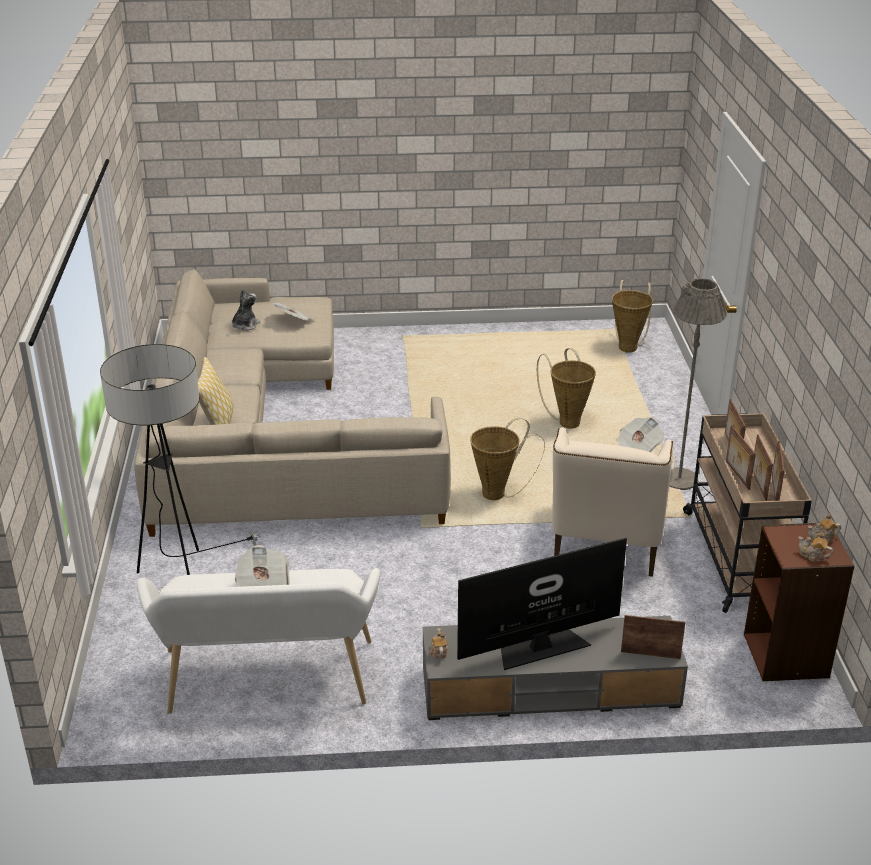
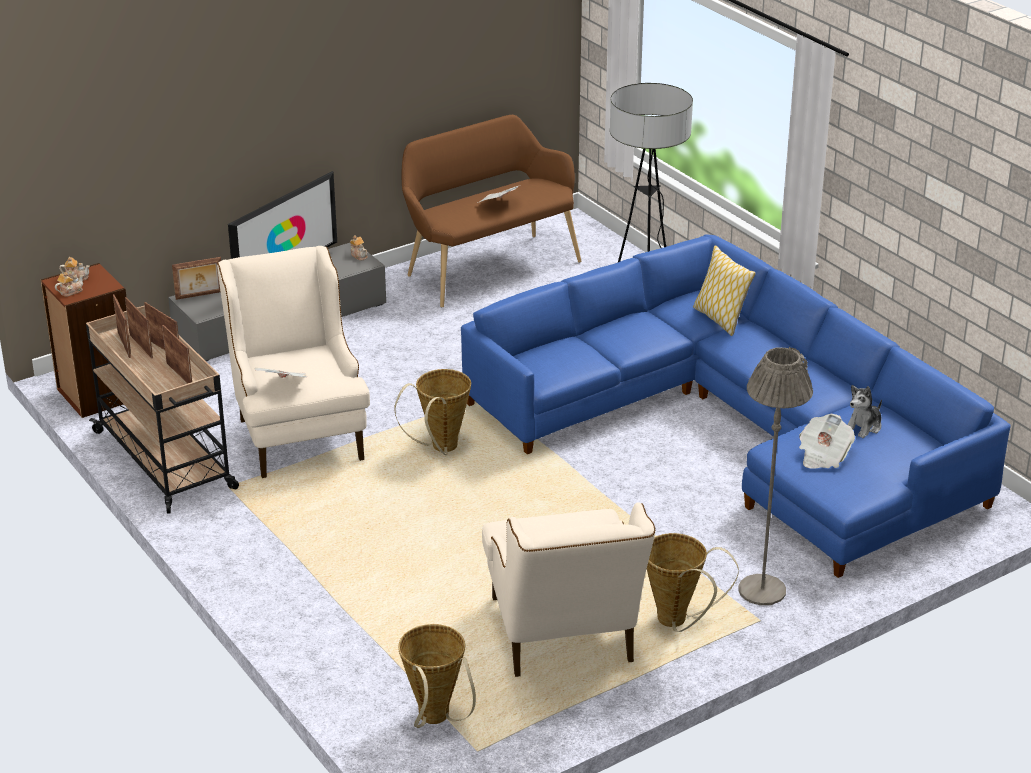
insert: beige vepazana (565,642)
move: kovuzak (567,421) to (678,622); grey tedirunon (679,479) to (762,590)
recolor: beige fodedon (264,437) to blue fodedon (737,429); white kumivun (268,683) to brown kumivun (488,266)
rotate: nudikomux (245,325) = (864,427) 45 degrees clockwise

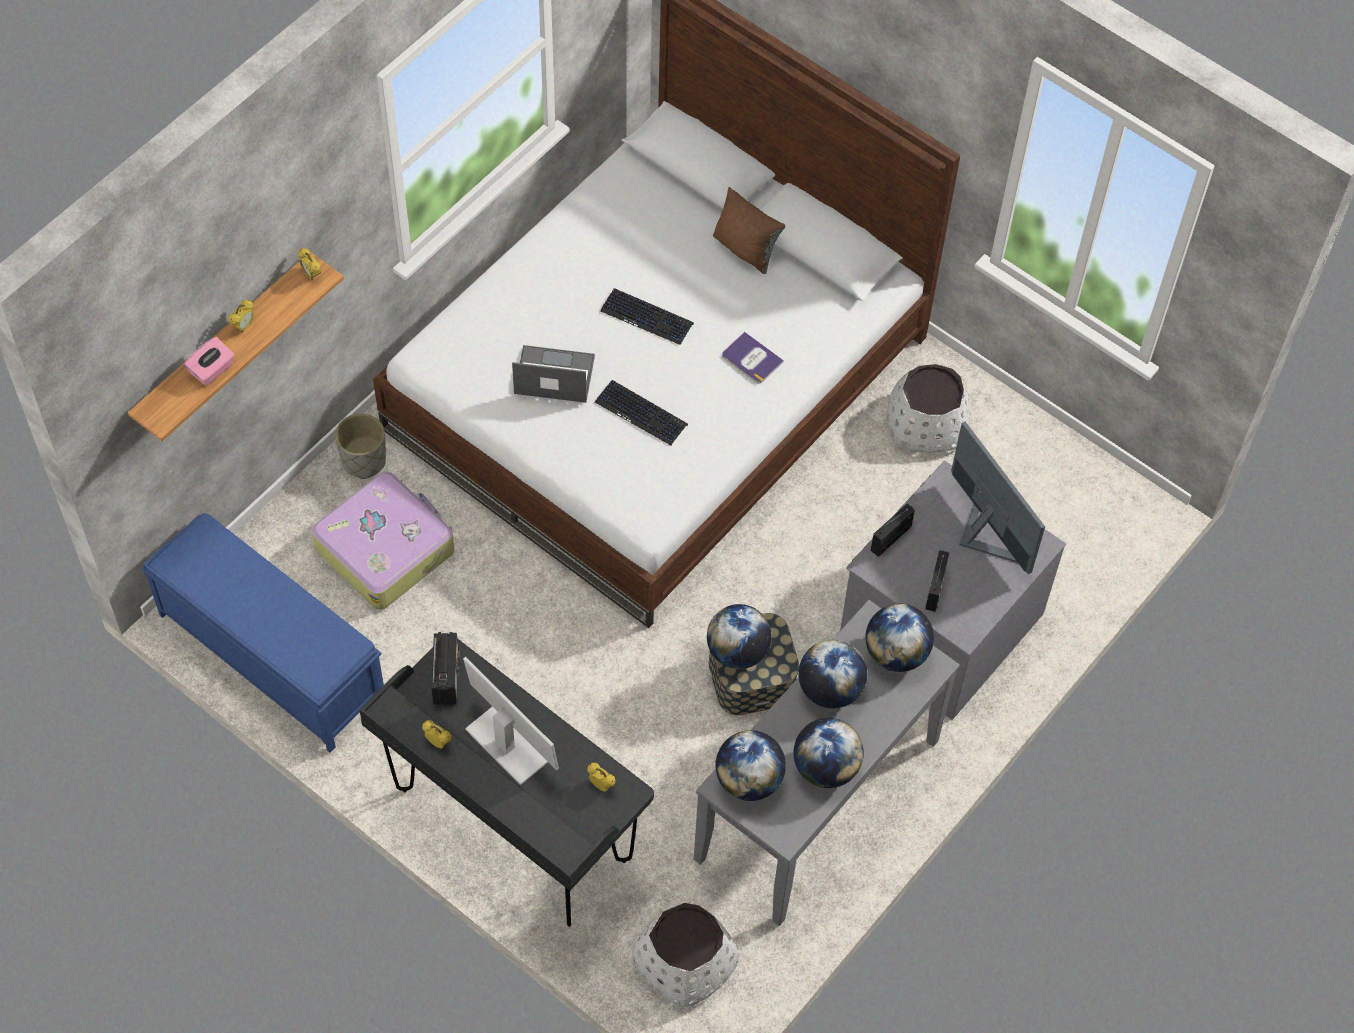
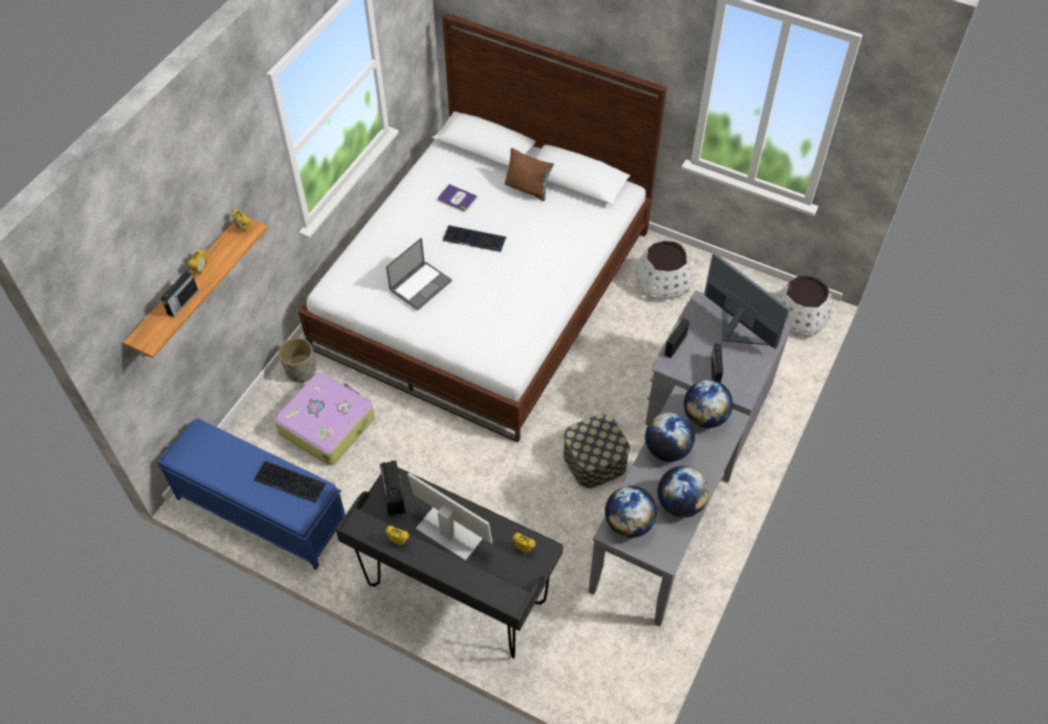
delete: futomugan (737,651)
move: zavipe (641,413) to (290,482); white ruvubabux (685,961) to (799,316); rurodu (751,359) to (457,198)
replace: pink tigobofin (212,370) to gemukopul (182,303)
rotate: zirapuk (553,375) = (421,285) 135 degrees clockwise

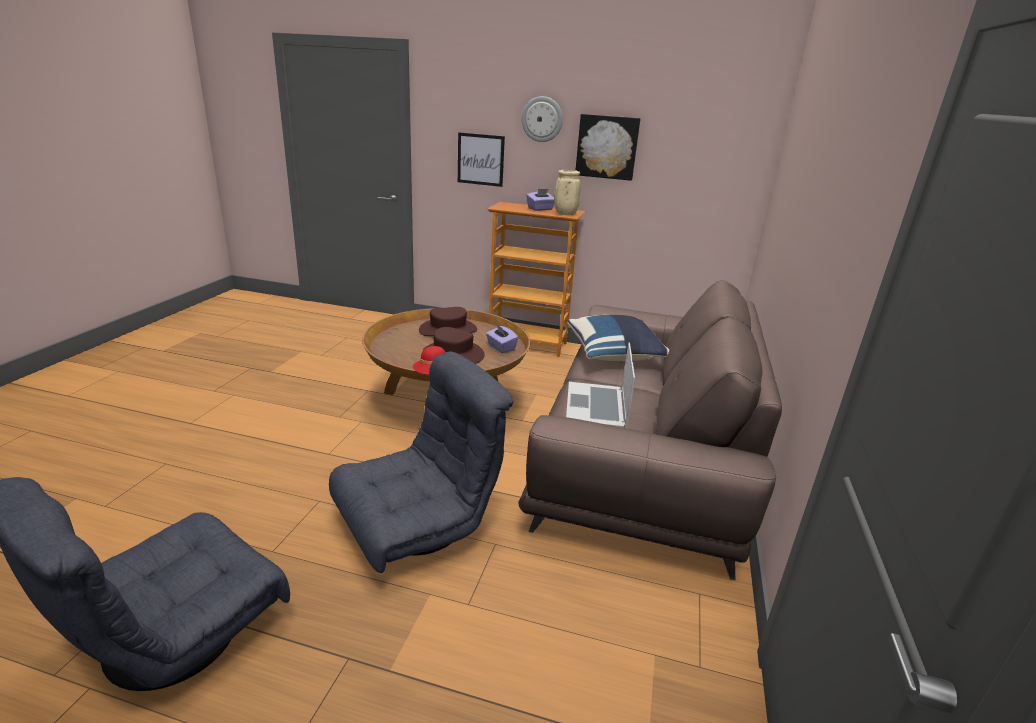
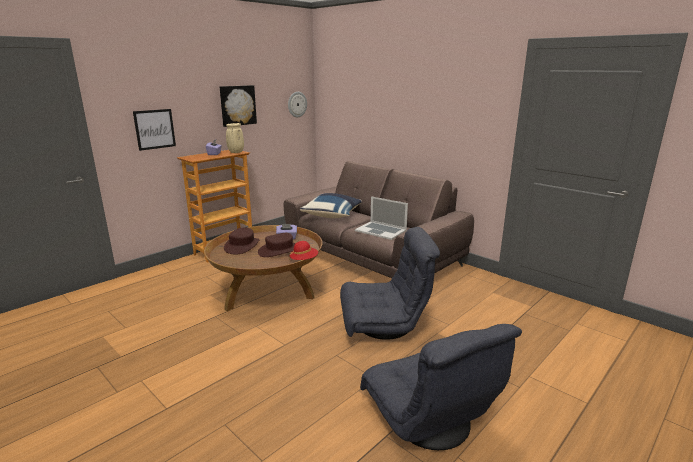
move: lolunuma (542,119) to (297,104)
rotate: grey vepazana (419,526) = (384,326) 90 degrees clockwise

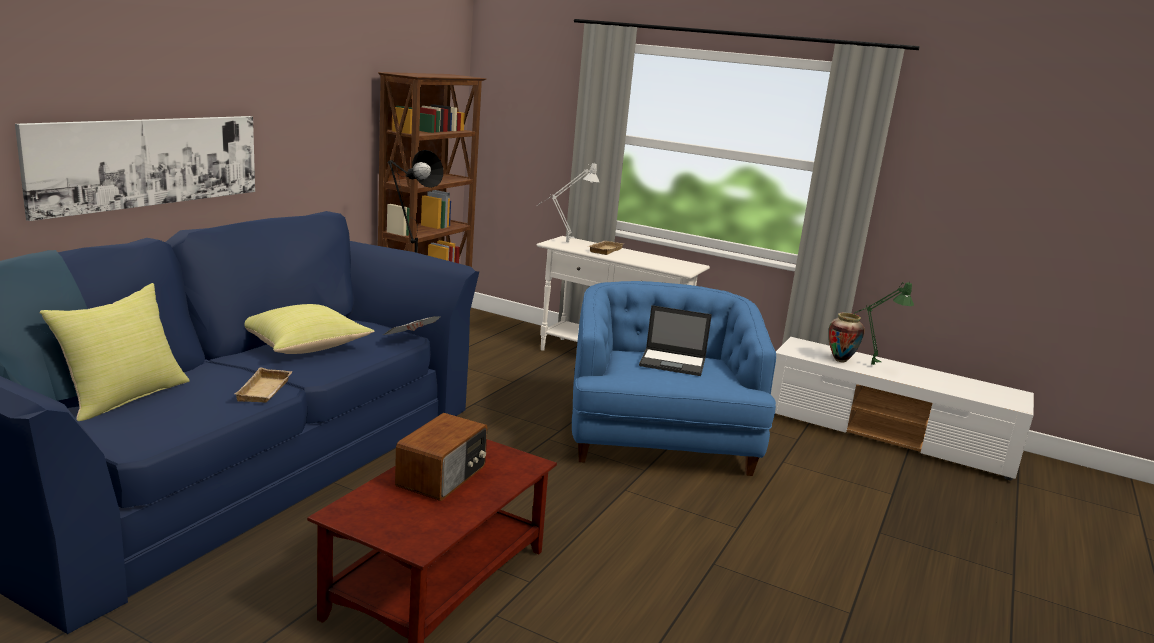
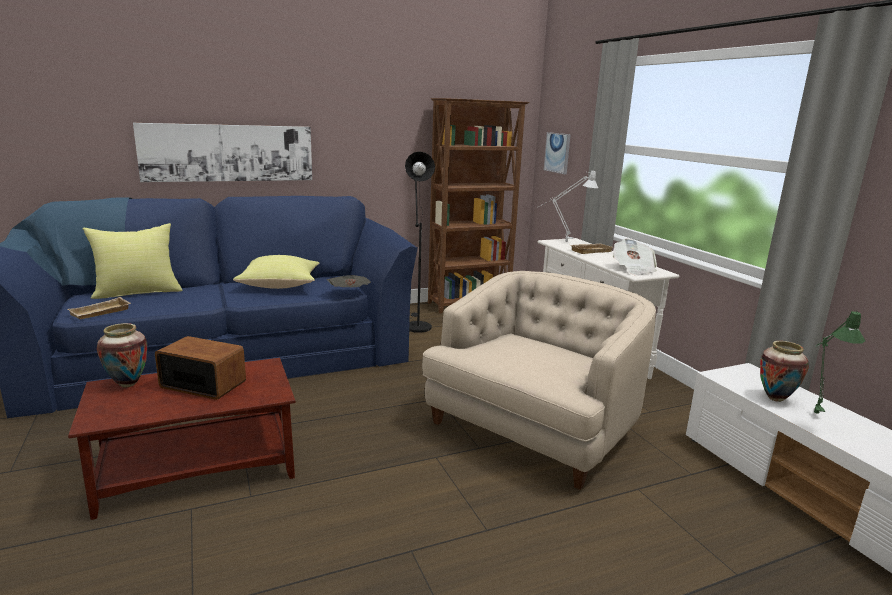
delete: zirapuk (673,363)
insert: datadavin (127,384); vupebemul (557,153); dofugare (633,269)
move: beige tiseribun (266,391) to (100,313)
recolor: blue vepazana (659,440) to beige vepazana (533,428)
rotate: gemukopul (443,476) = (203,384) 135 degrees counterclockwise

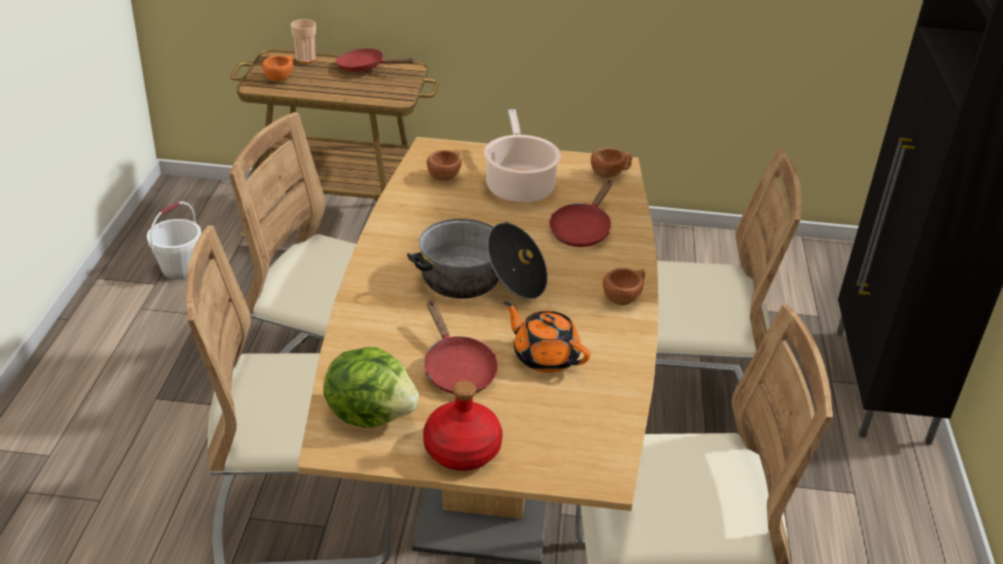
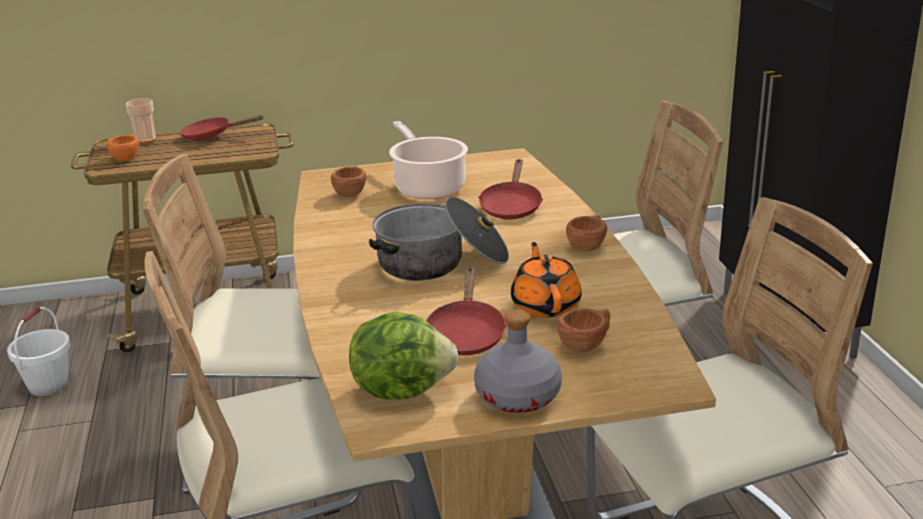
move: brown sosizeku (611,174) to (587,345)
recolor: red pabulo (462,450) to grey pabulo (518,397)
rotate: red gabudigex (456,369) = (466,334) 45 degrees clockwise; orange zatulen (544,356) = (545,305) 60 degrees clockwise

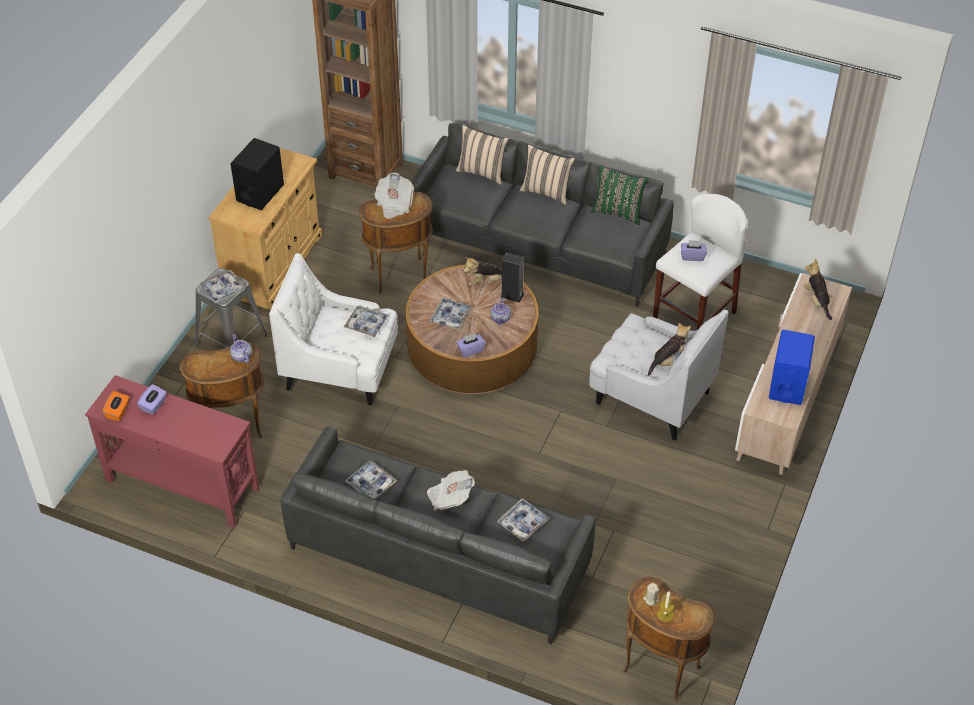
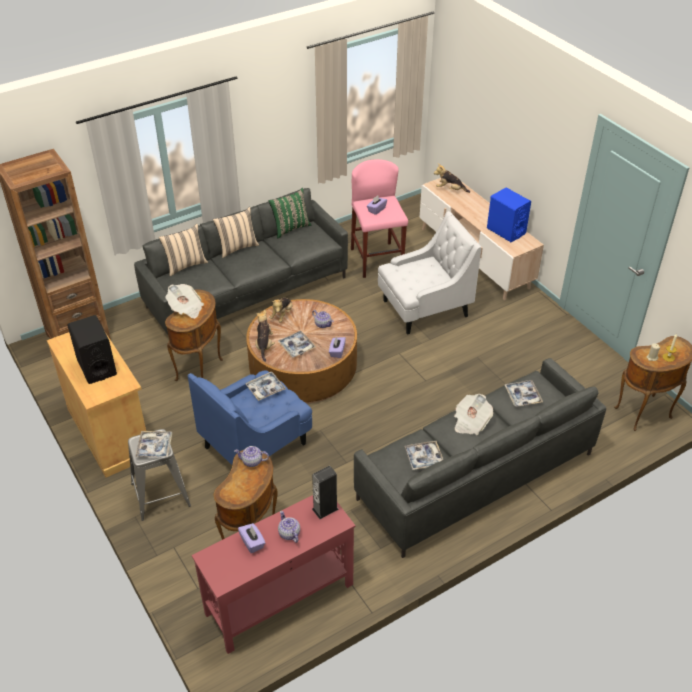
delete: orange tigobofin (118,412)
insert: zatulen (289,533)
move: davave (512,295) to (325,509); nudikomux (669,361) to (264,345)
recolor: white vepazana (340,371) to blue vepazana (256,445); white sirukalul (694,317) to pink sirukalul (376,260)

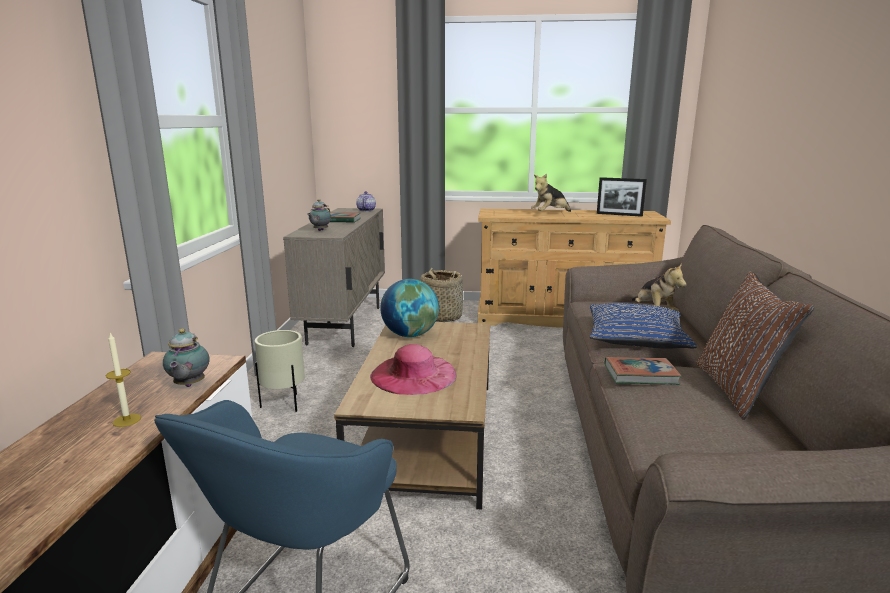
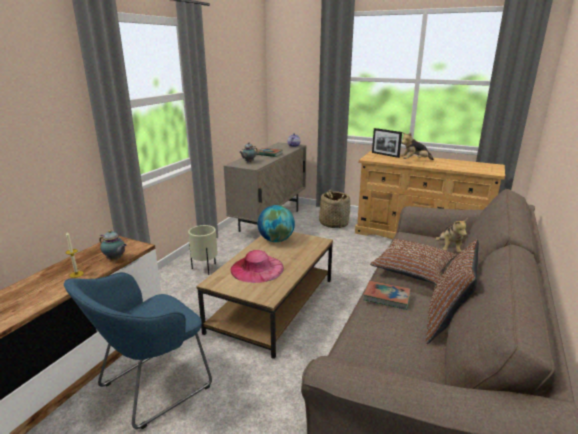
move: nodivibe (619,214) to (385,155)
recolor: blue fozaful (636,337) to brown fozaful (413,268)
rotate: zatulen (188,385) = (115,259) 75 degrees counterclockwise

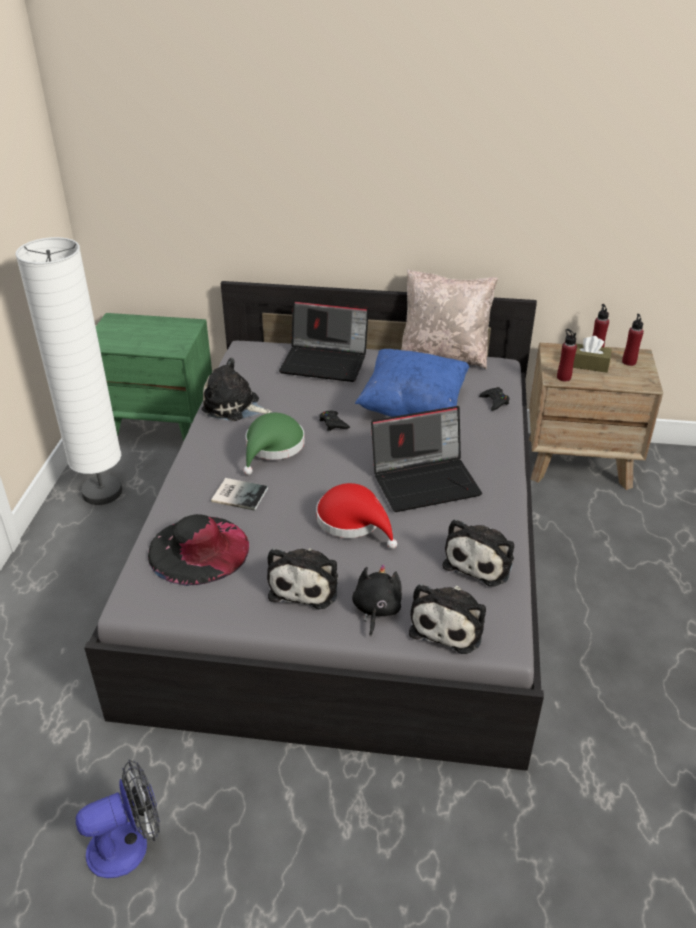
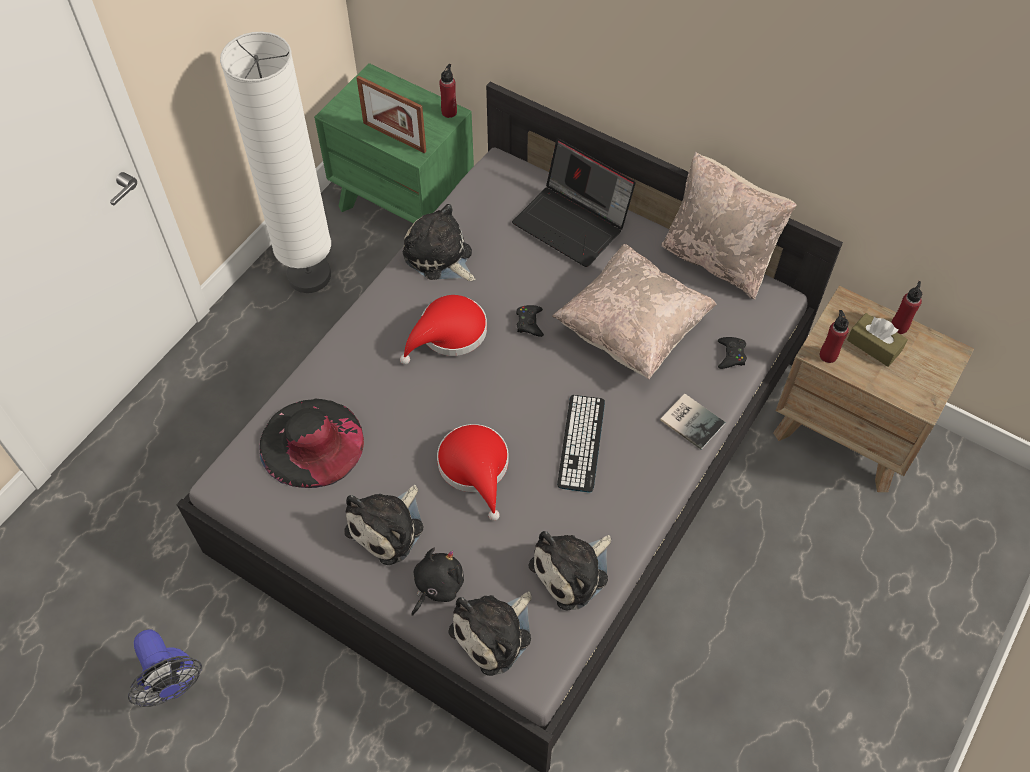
insert: nodivibe (394,137)
move: rurodu (239,494) to (692,420); red pabulo (629,362) to (449,112)
replace: zirapuk (426,481) to zavipe (581,443)
recolor: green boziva (272,447) to red boziva (448,334); blue fozaful (413,407) to beige fozaful (632,329)
rotate: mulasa (128,844) = (172,683) 60 degrees clockwise

